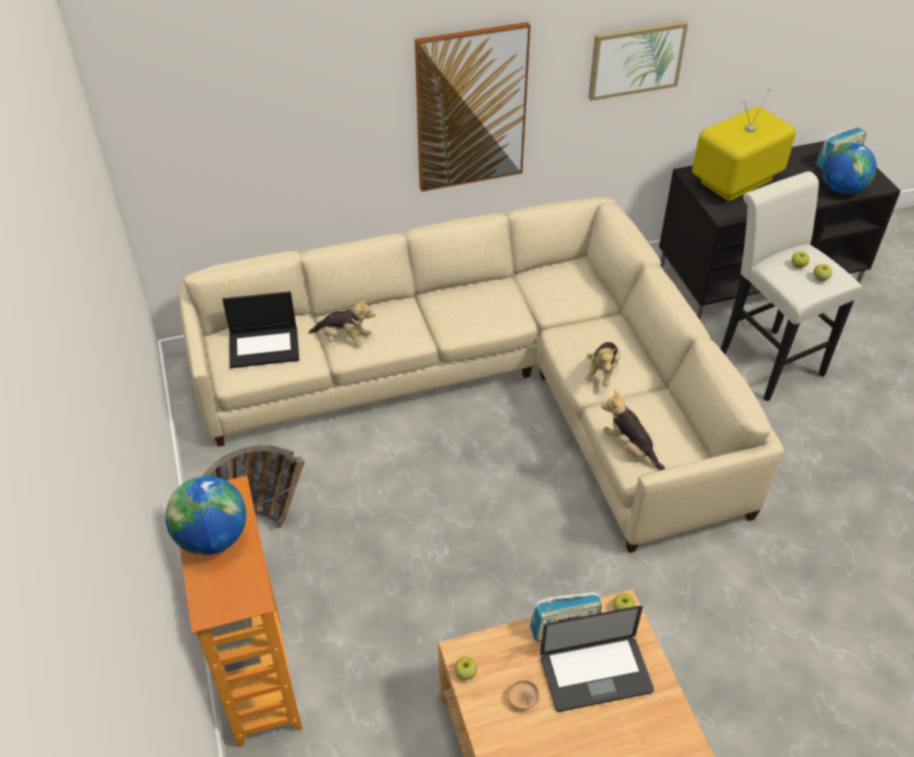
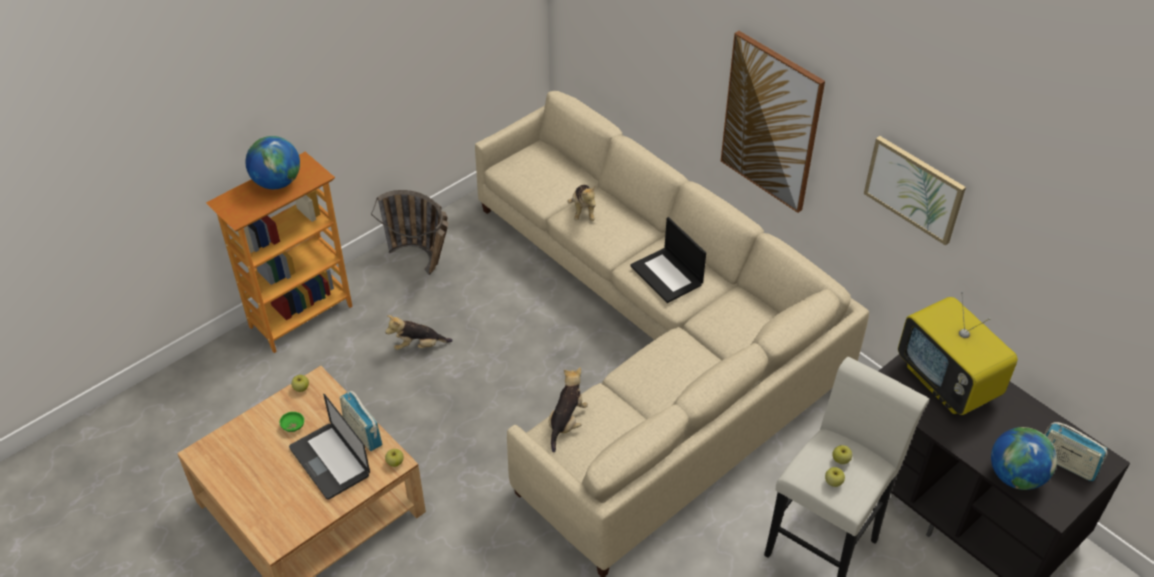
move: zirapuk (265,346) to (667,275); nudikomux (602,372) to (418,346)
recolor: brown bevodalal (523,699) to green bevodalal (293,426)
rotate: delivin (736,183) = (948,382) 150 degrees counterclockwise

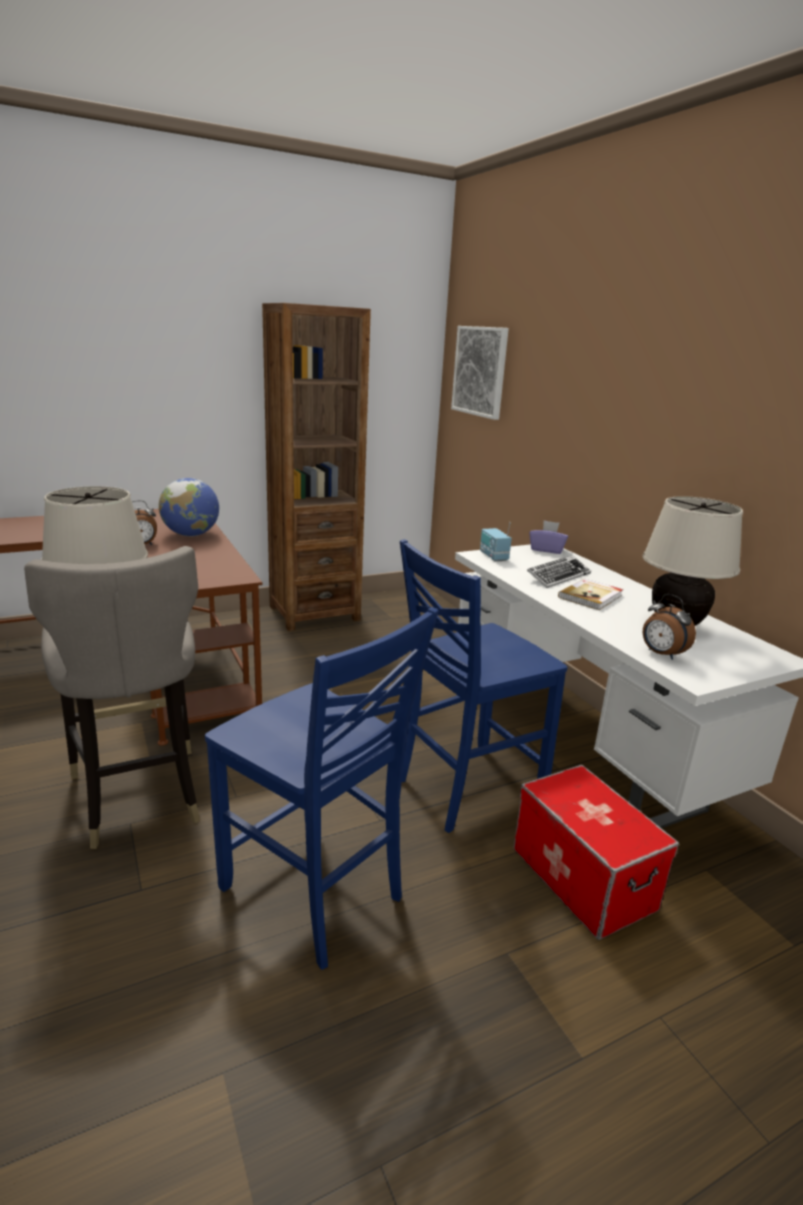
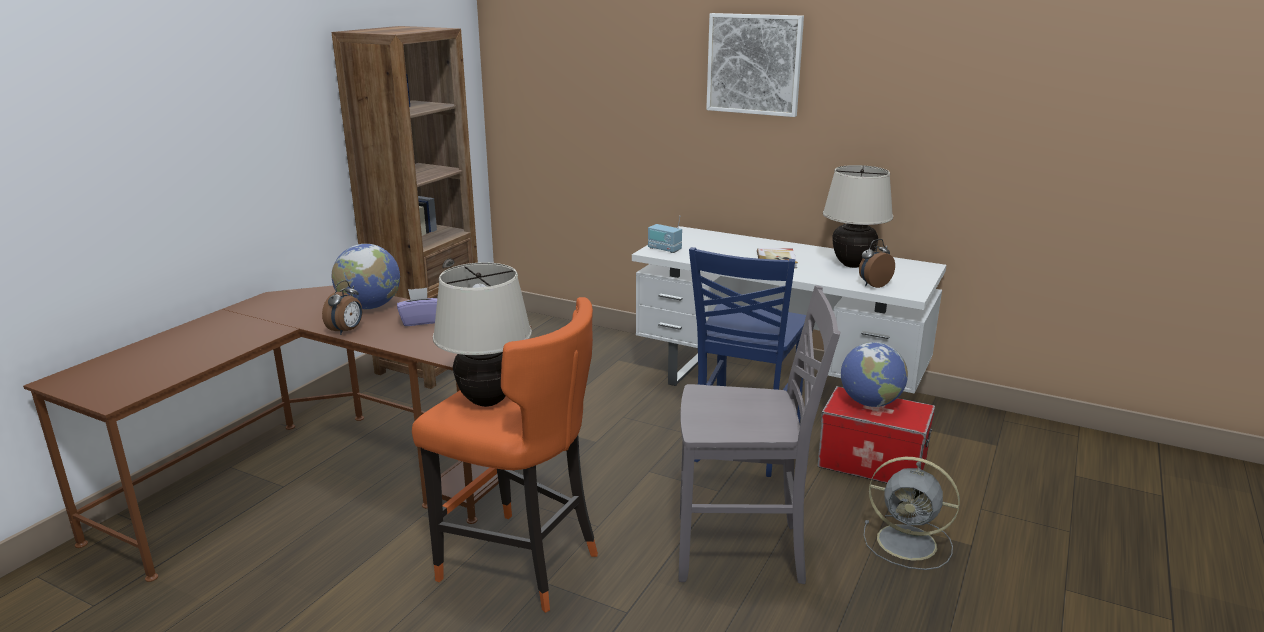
delete: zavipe (558,576)
insert: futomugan (870,403); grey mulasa (909,543)
move: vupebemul (480,371) to (754,64); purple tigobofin (547,549) to (421,321)
recolor: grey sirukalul (138,797) to orange sirukalul (521,564); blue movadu (315,894) to grey movadu (742,551)
rotate: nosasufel (661,654) = (873,285) 135 degrees clockwise

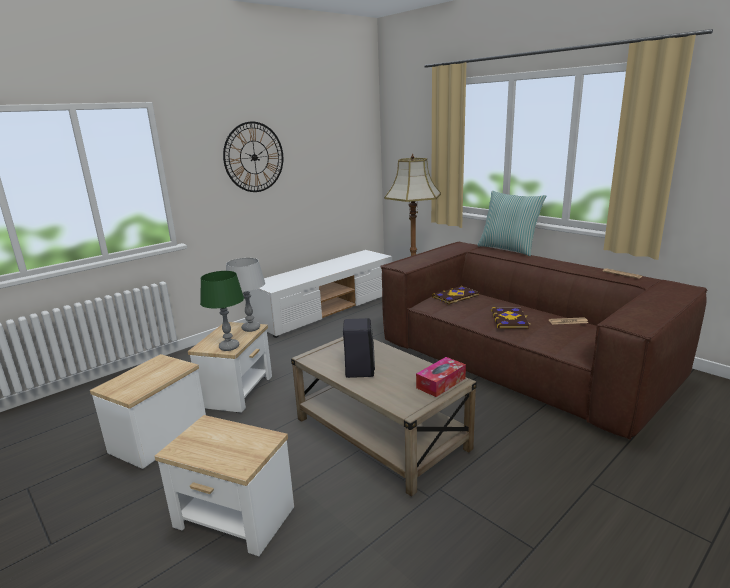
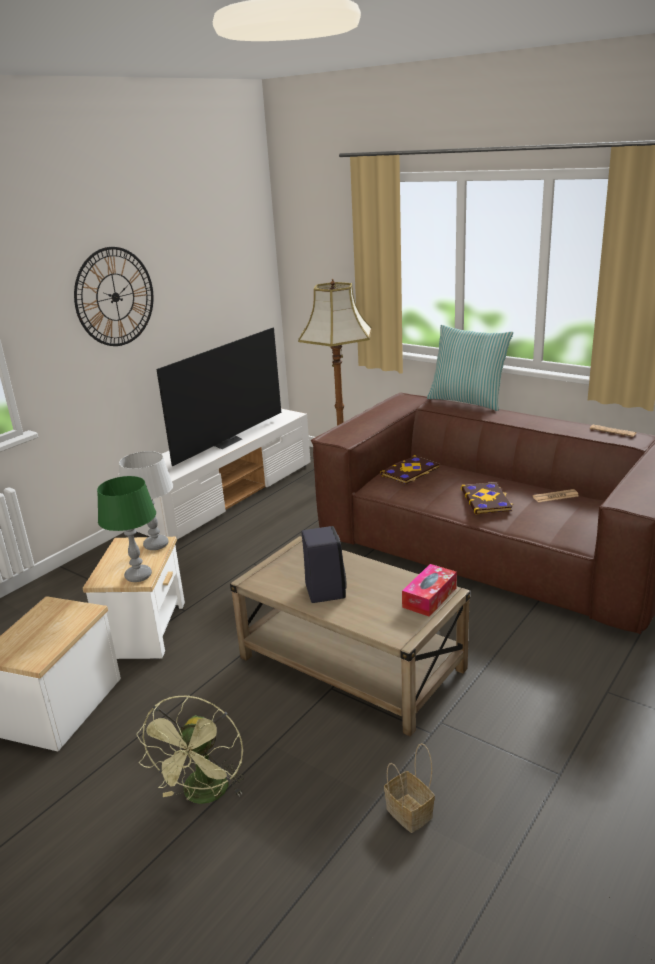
insert: delivin (225,442); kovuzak (411,813)
replace: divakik (234,518) to green mulasa (204,795)

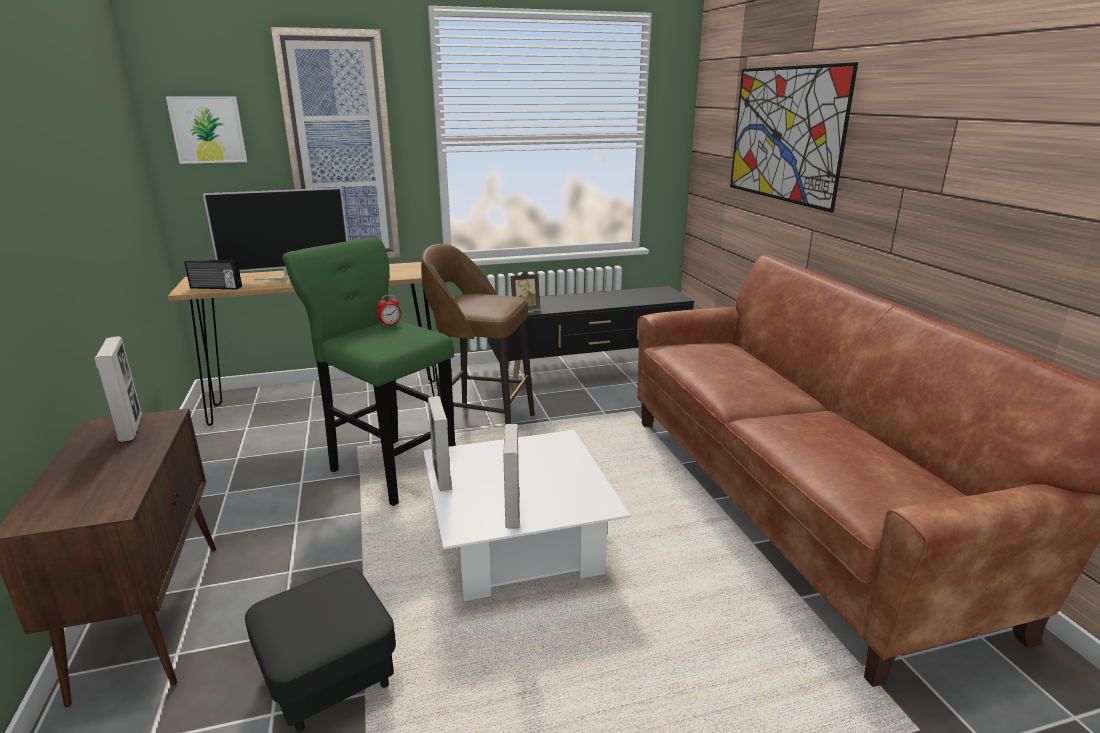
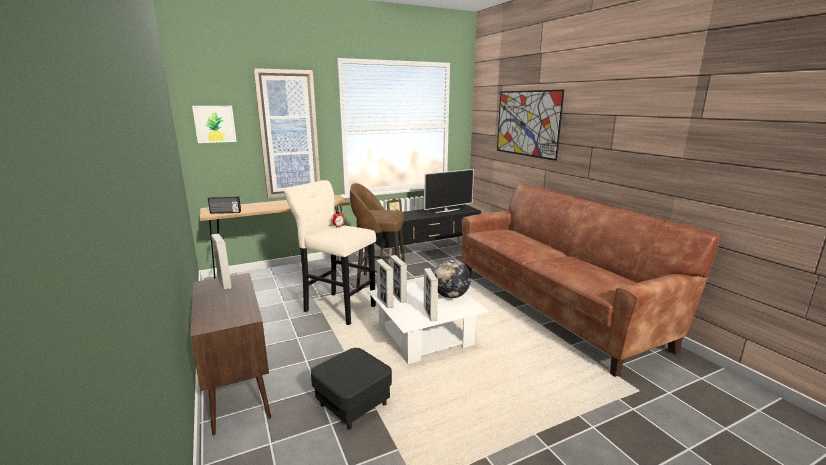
insert: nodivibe (398,297); futomugan (450,296)
move: delivin (288,277) to (447,210)
recolor: green sirukalul (389,468) to beige sirukalul (337,307)

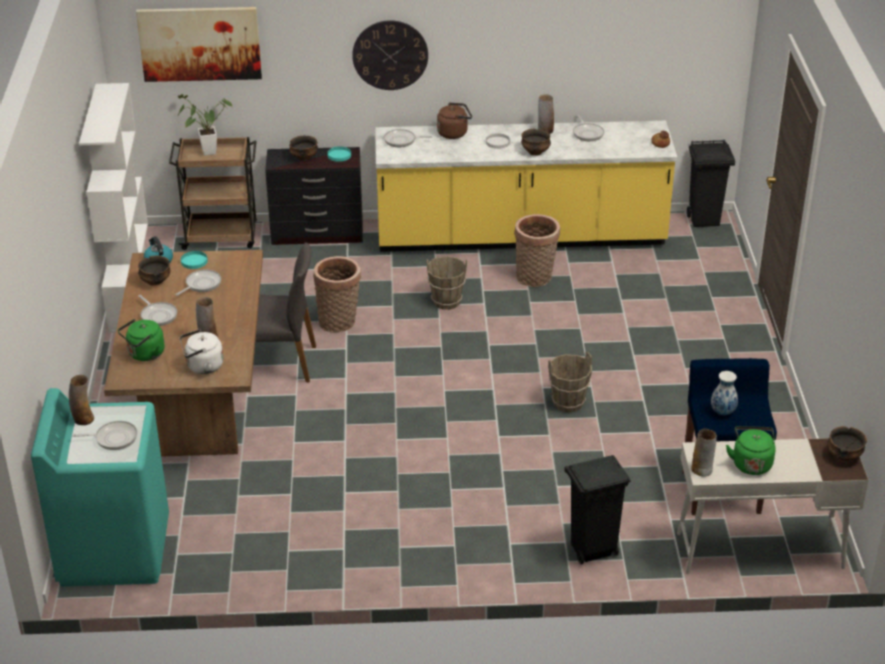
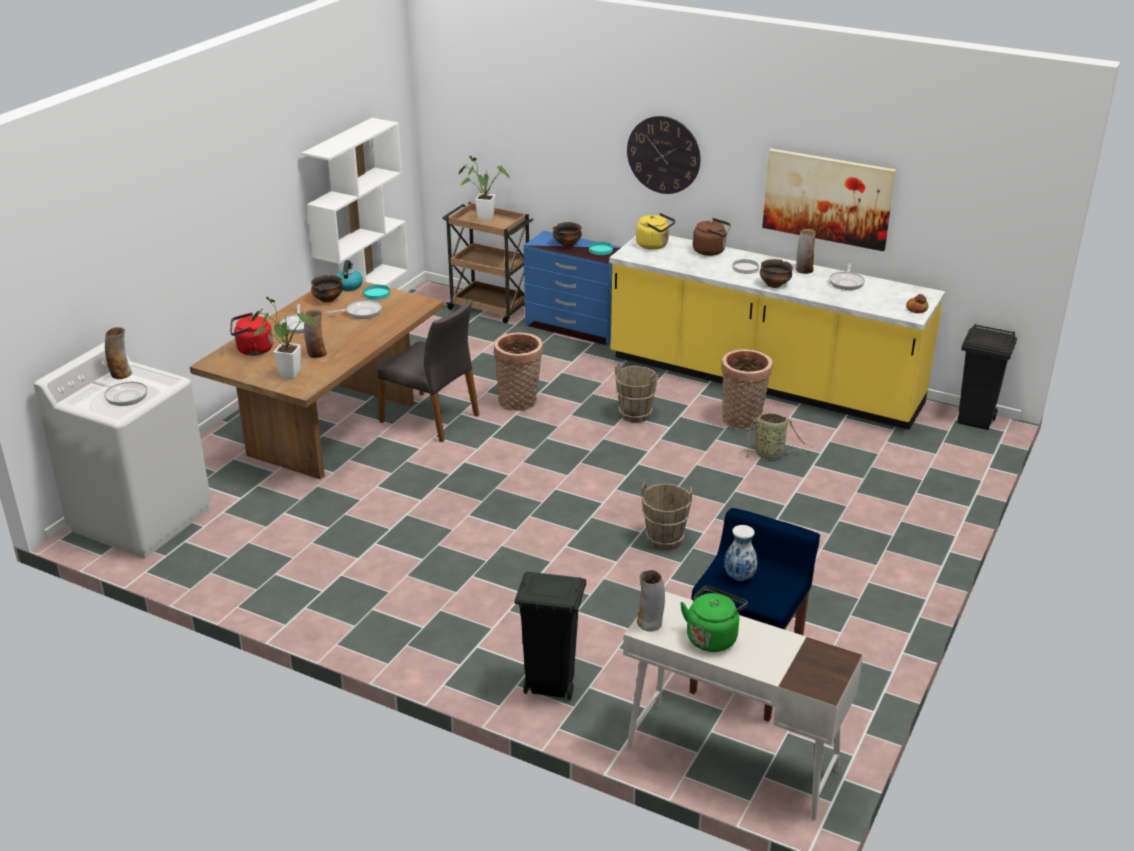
delete: bevodalal (843,456)
insert: kovuzak (771,454)
move: vupebemul (200,43) to (827,198)
replace: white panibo (202,366) to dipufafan (286,373); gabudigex (402,140) to yellow panibo (654,245)
recolor: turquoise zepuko (114,550) to white zepuko (142,519); green panibo (144,354) to red panibo (252,350); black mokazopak (318,234) to blue mokazopak (575,328)

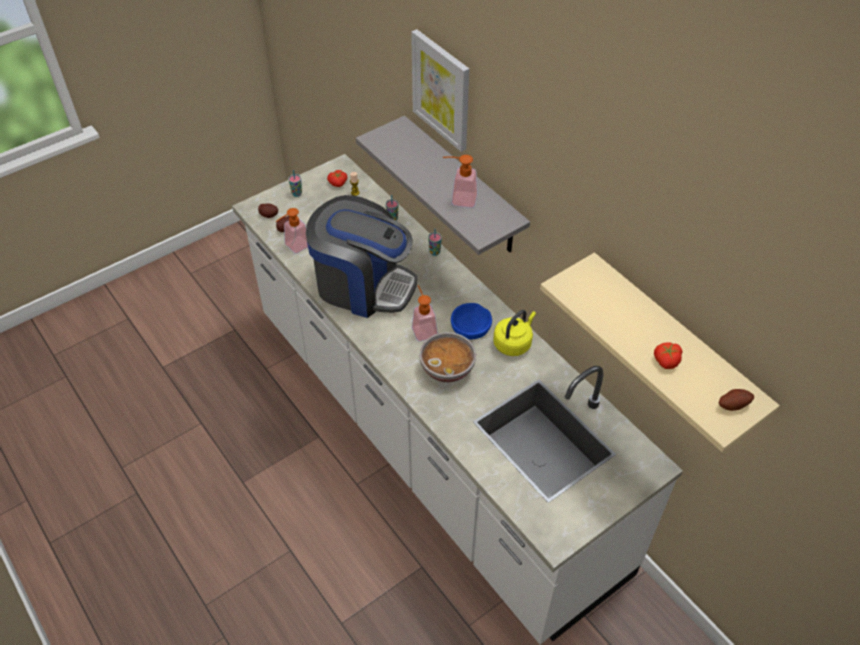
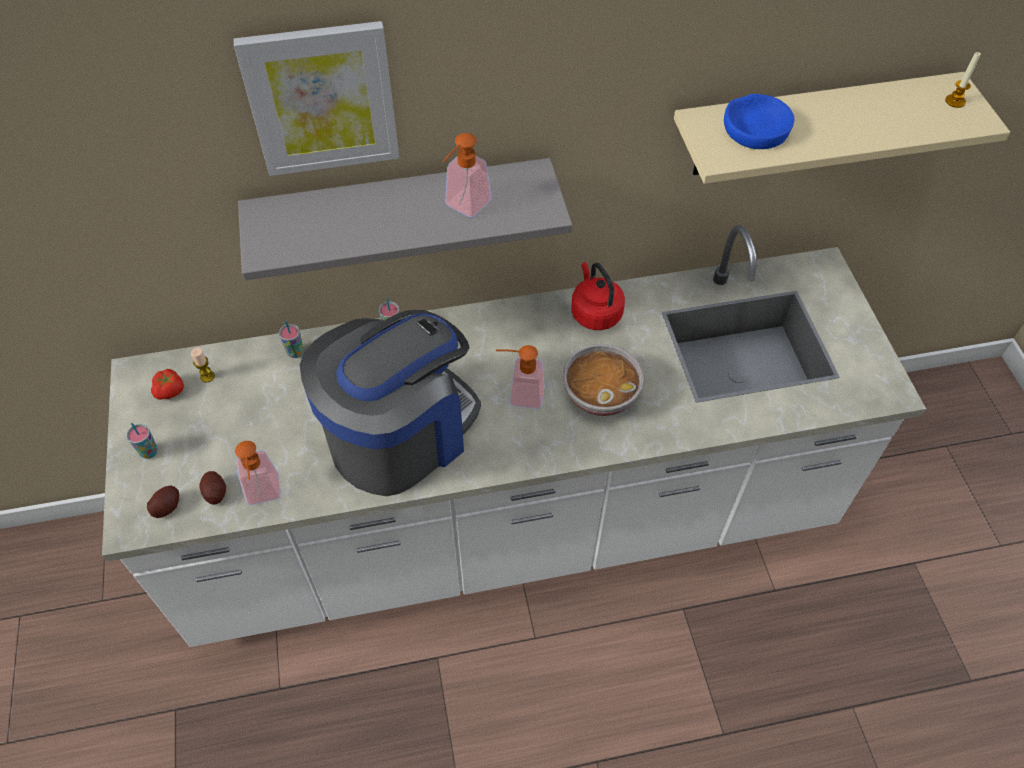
delete: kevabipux (665,360)
move: blue bevodalal (471,325) to (755,129)
replace: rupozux (733,404) to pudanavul (955,101)
recolor: yellow panibo (513,343) to red panibo (595,312)

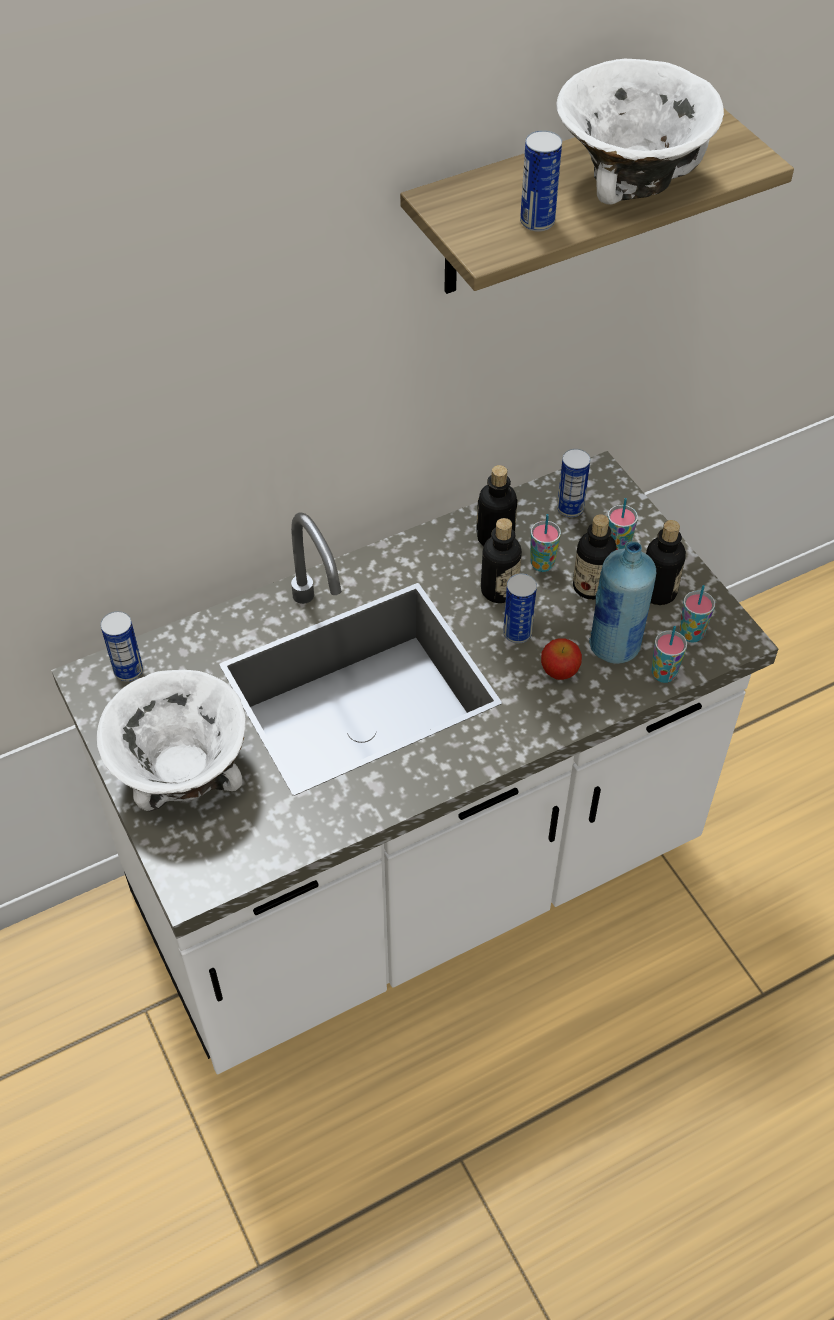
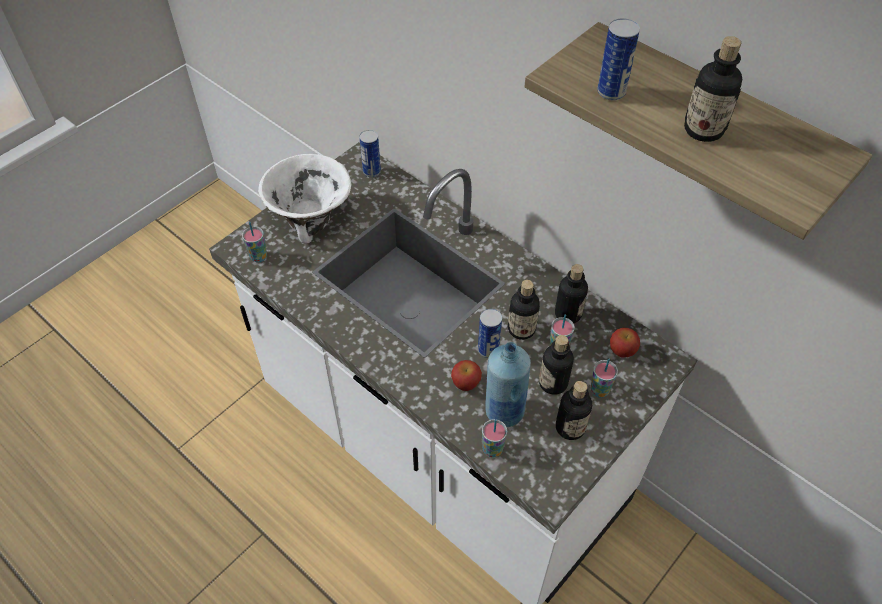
move: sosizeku (691,634) to (258,257)
replace: white bevodalal (629,180) to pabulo (703,130); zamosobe (570,508) to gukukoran (622,351)

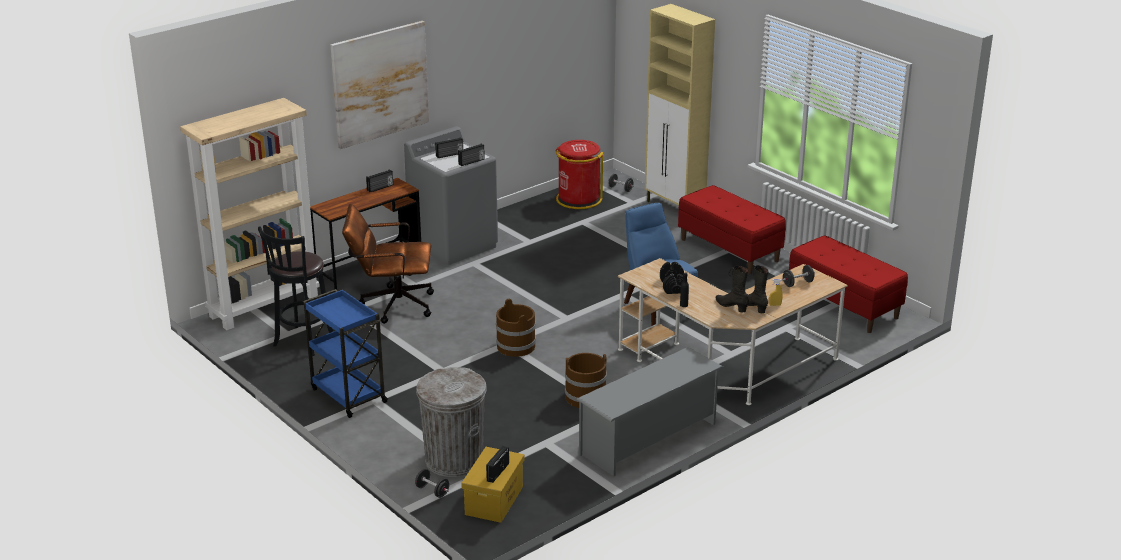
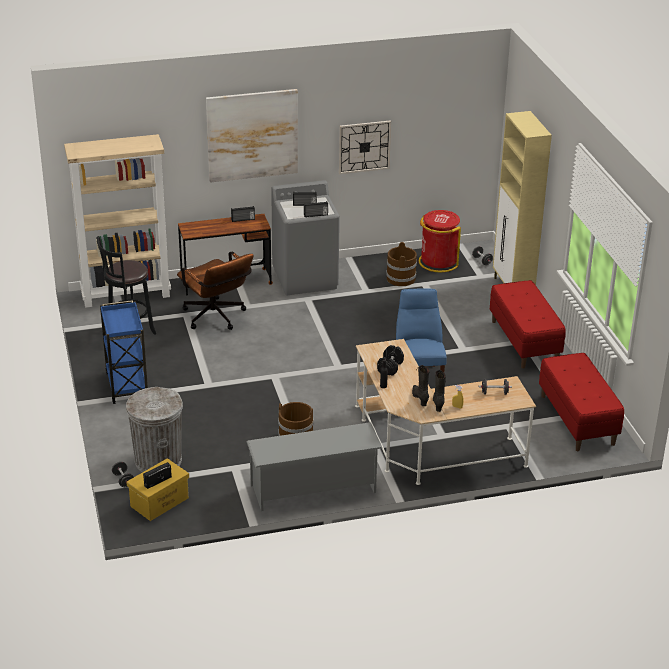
insert: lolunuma (364,147)
move: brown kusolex (516,346) to (401,278)
rotate: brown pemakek (391,305) = (216,318) 150 degrees counterclockwise

